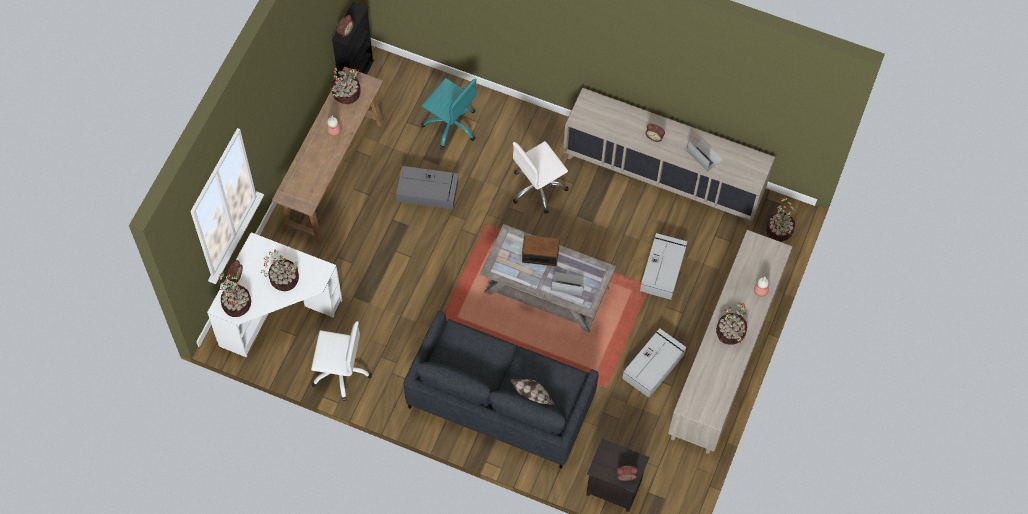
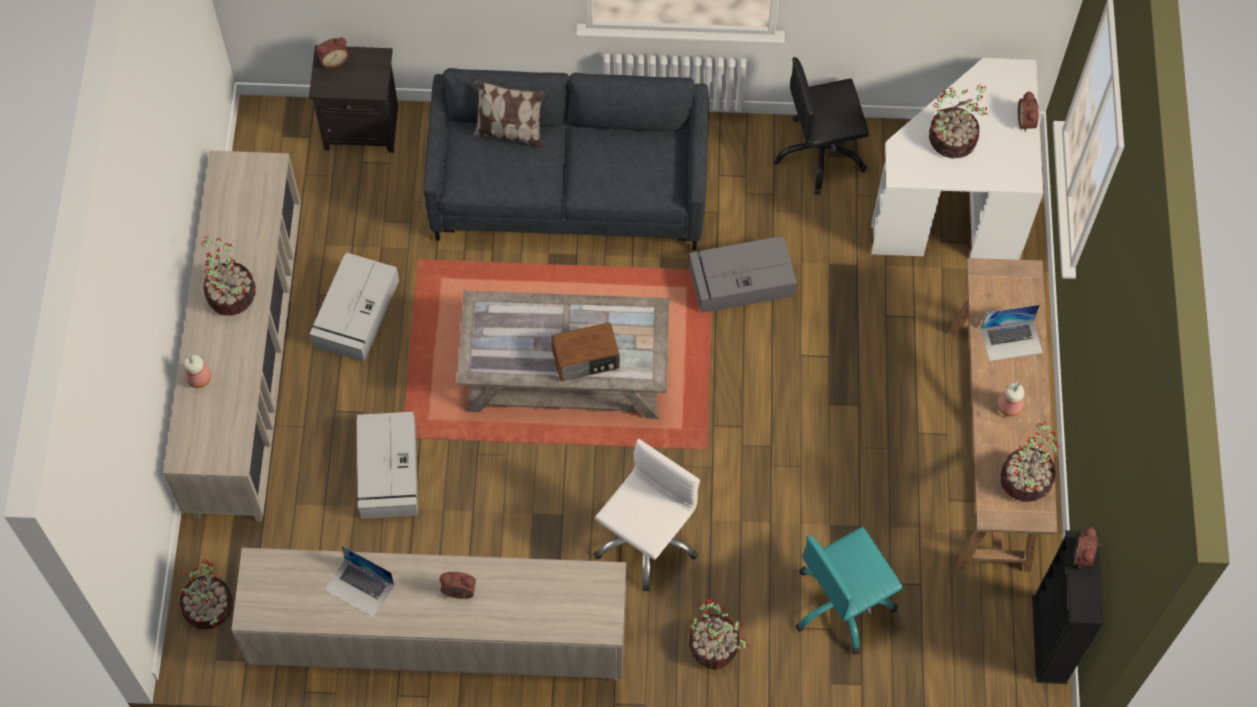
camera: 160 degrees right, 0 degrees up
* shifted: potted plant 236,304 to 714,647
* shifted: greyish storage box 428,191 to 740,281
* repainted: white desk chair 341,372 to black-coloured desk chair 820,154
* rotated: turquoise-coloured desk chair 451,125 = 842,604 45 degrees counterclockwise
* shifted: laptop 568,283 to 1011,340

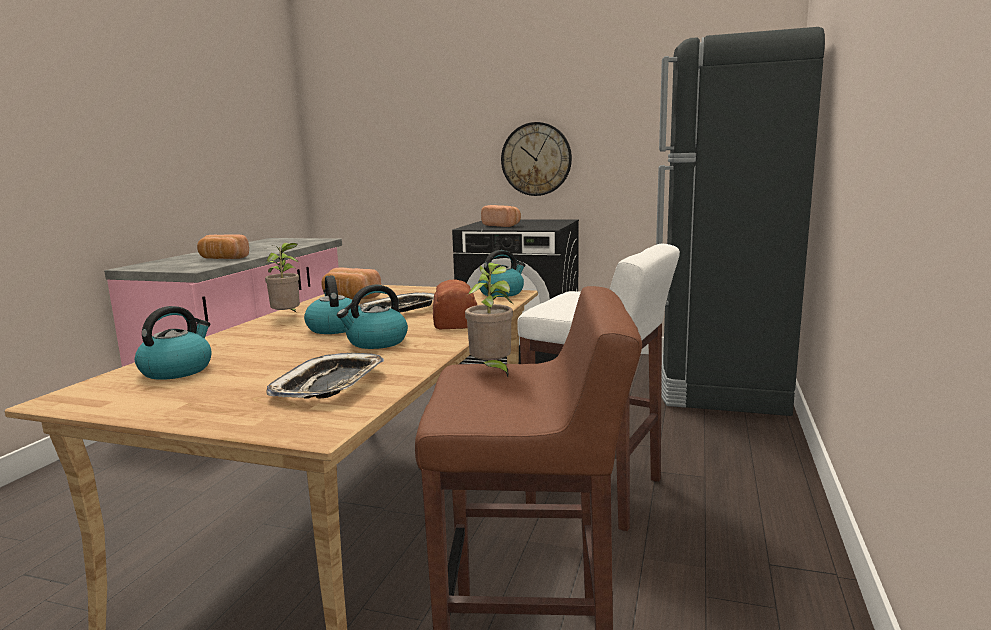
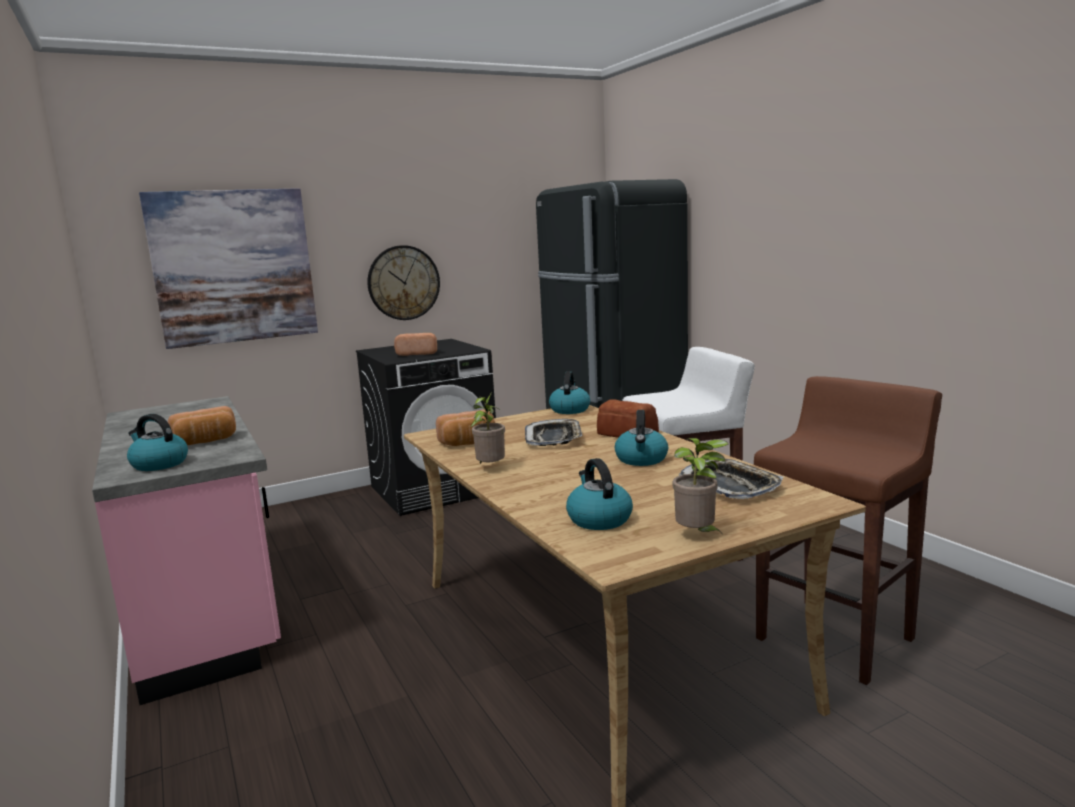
camera: 45 degrees left, 0 degrees up
* shifted: water kettle 334,328 to 158,464
* new: picture 234,266
* shifted: potted plant 492,371 to 698,536

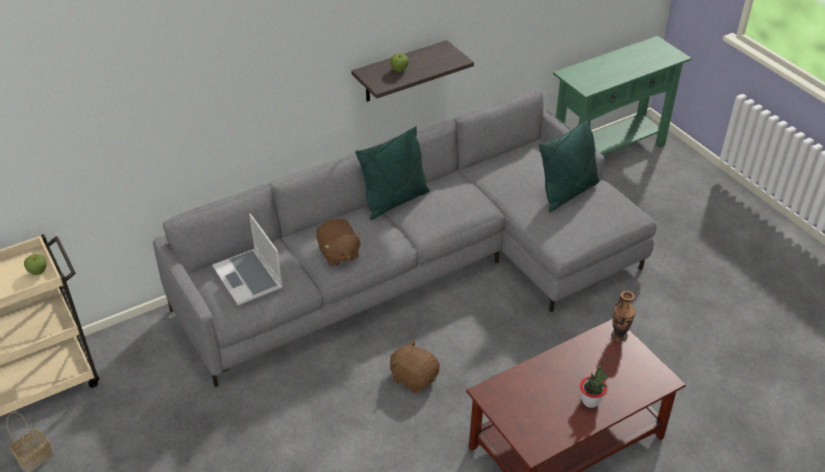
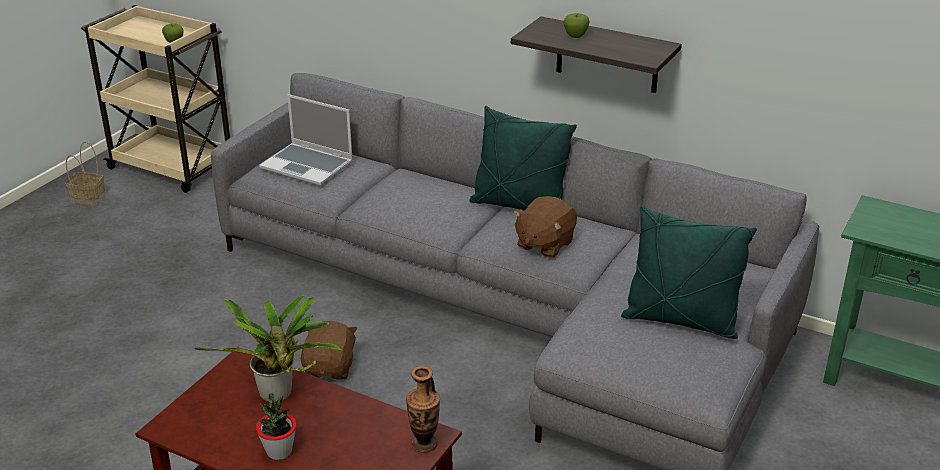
camera: 60 degrees right, 10 degrees down
* new: potted plant 279,397
* rotated: laptop 249,278 = 308,166 90 degrees counterclockwise
* shifted: brown-coloured soft toy 338,254 to 544,244

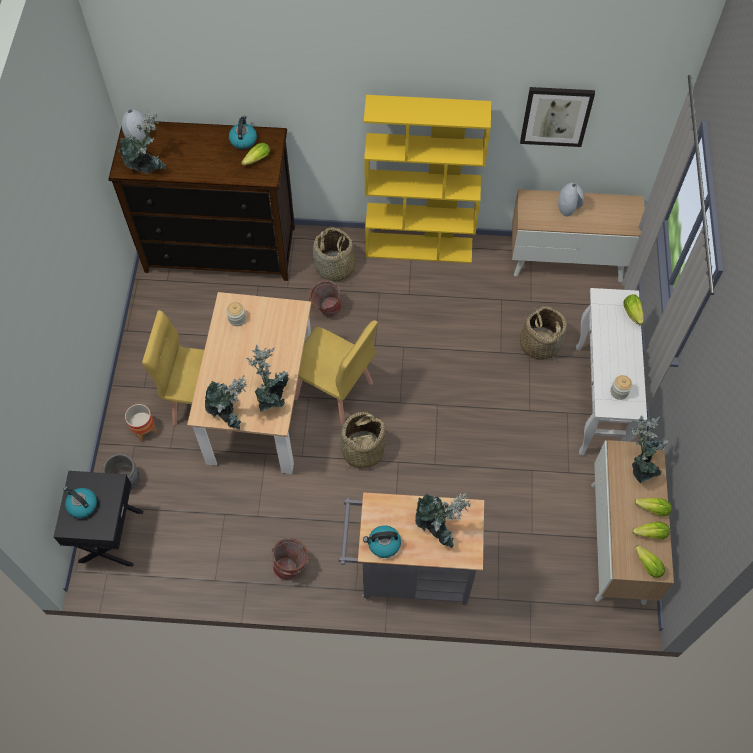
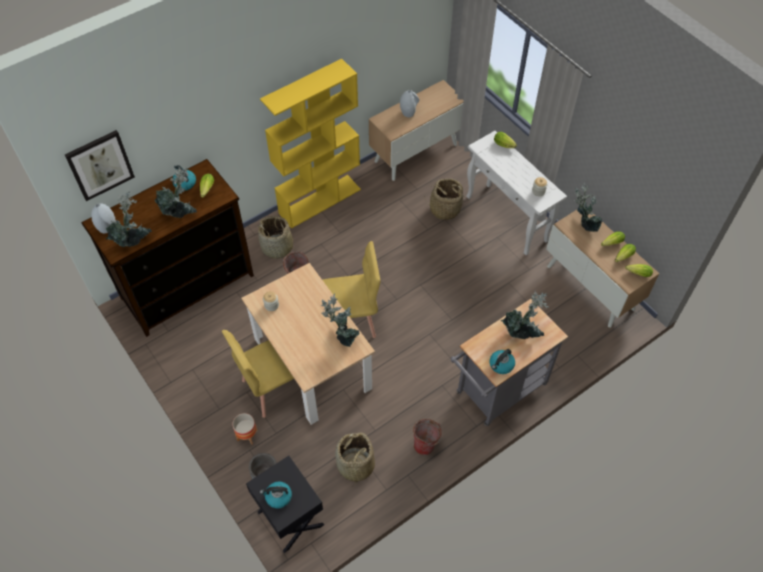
camera: 40 degrees left, 5 degrees down
* shifted: picture 556,116 to 100,165
* shifted: potted plant 229,414 to 180,212
* shifted: storage basket 362,450 to 355,465

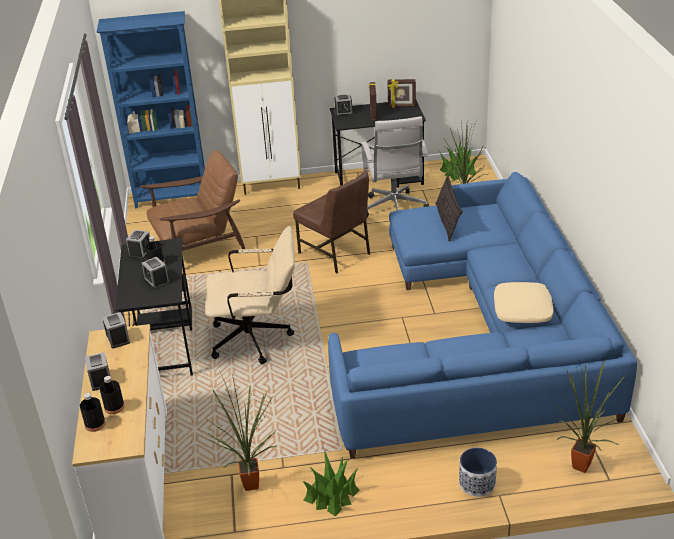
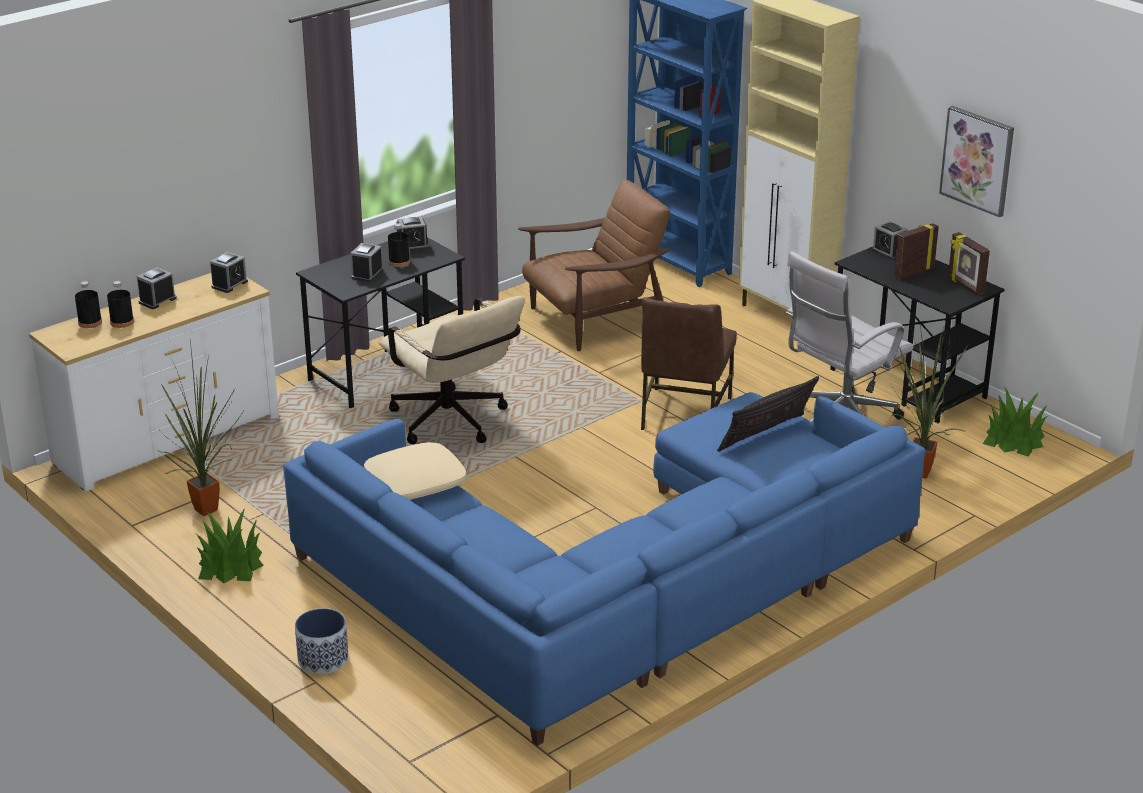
camera: 55 degrees right, 5 degrees down
* shifted: sand-coloured pillow 523,309 to 415,483
* rotated: brown-coloured armchair 199,246 = 595,319 60 degrees counterclockwise
* new: picture 977,160
* gone: potted plant 578,465

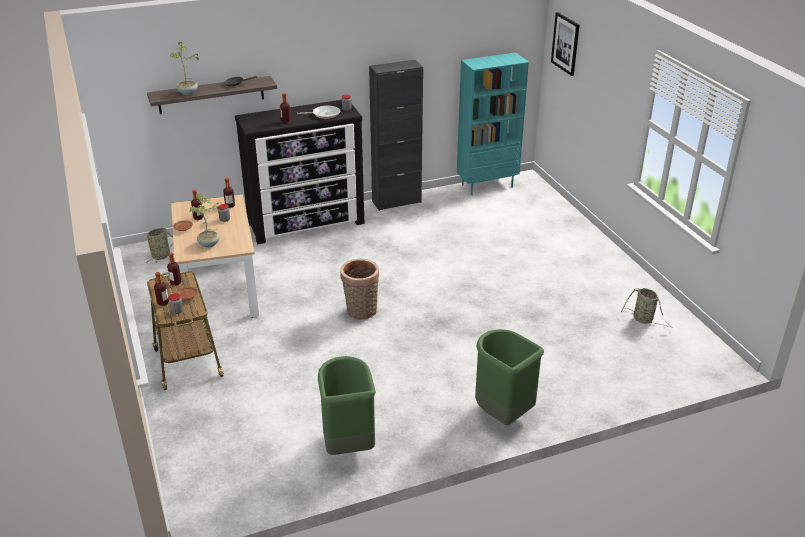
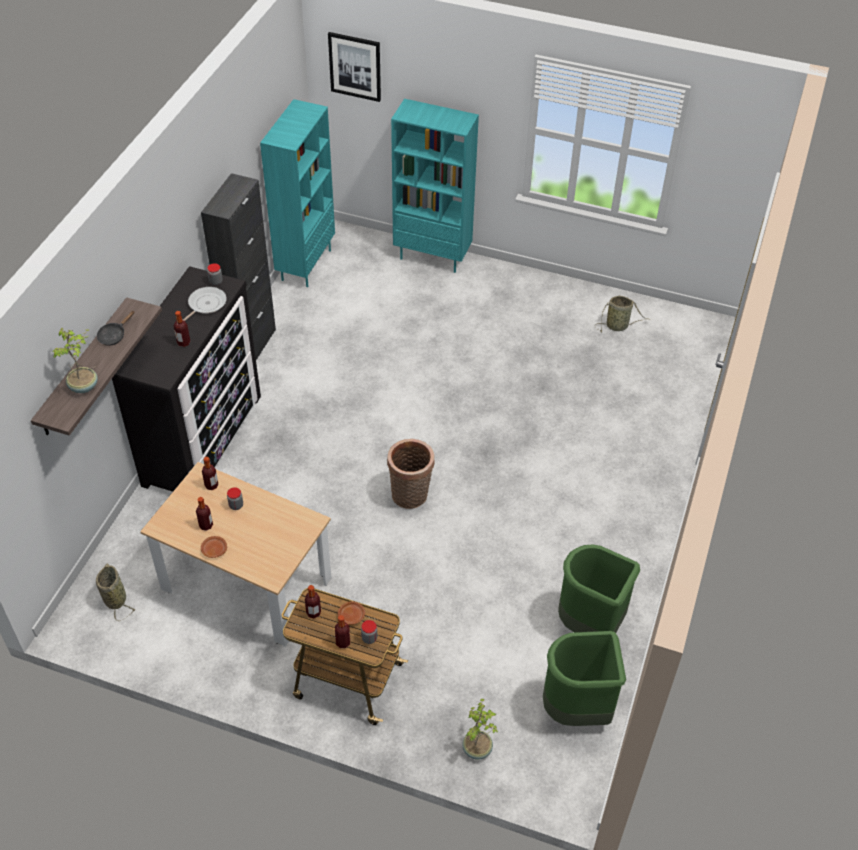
camera: 50 degrees left, 15 degrees up
* new: turquoise-coloured bookcase 433,256
* shifted: potted plant 209,244 to 478,749
* shifted: green waste bin 502,414 to 577,710

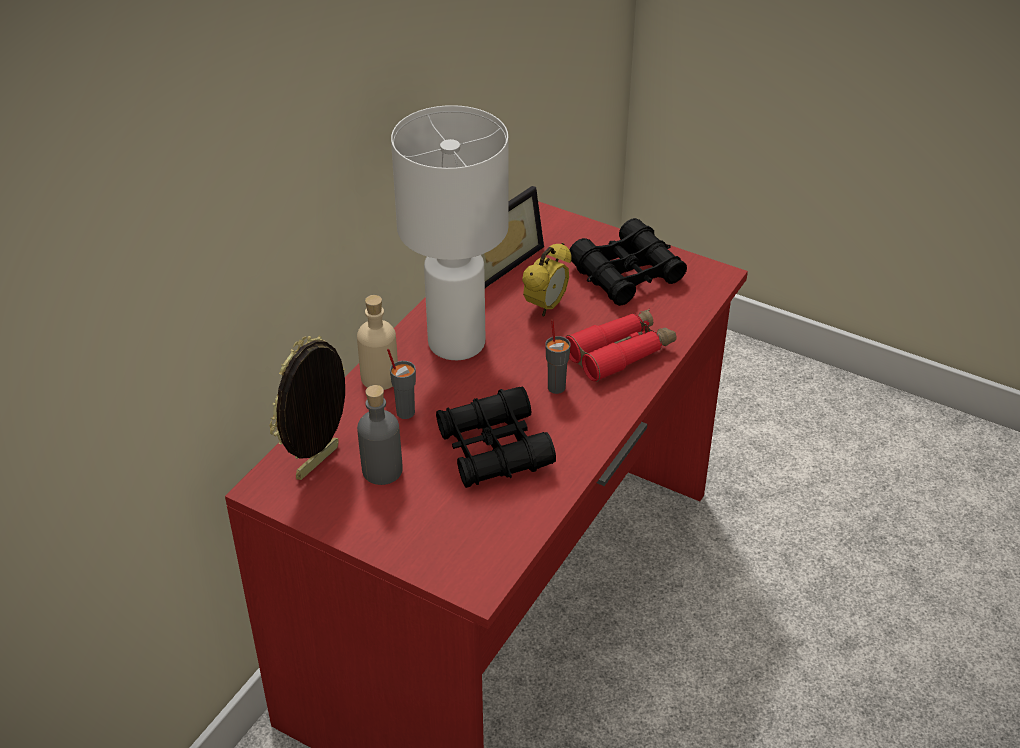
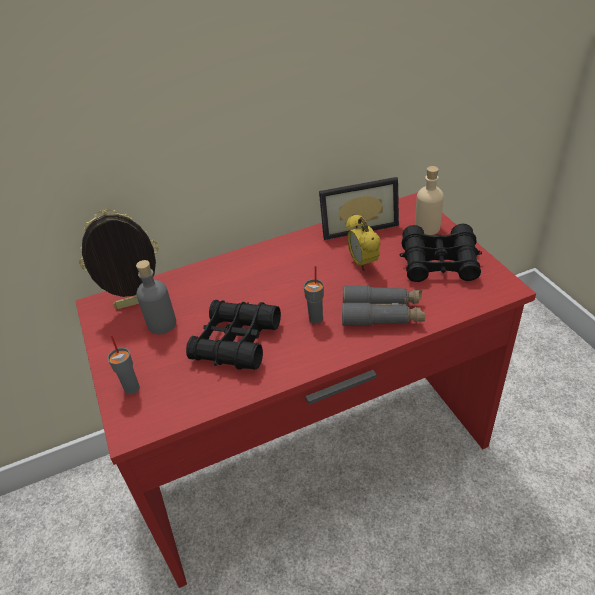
camera: 40 degrees right, 0 degrees up
* shifted: greyish cup 405,412 to 132,387
* repainted: reddish field glasses 621,353 to greyish field glasses 382,314
* rotated: bedside clock 546,307 = 362,263 90 degrees clockwise
* shifted: sand-coloured bottle 379,378 to 427,228
* gone: white lamp for a table 458,343

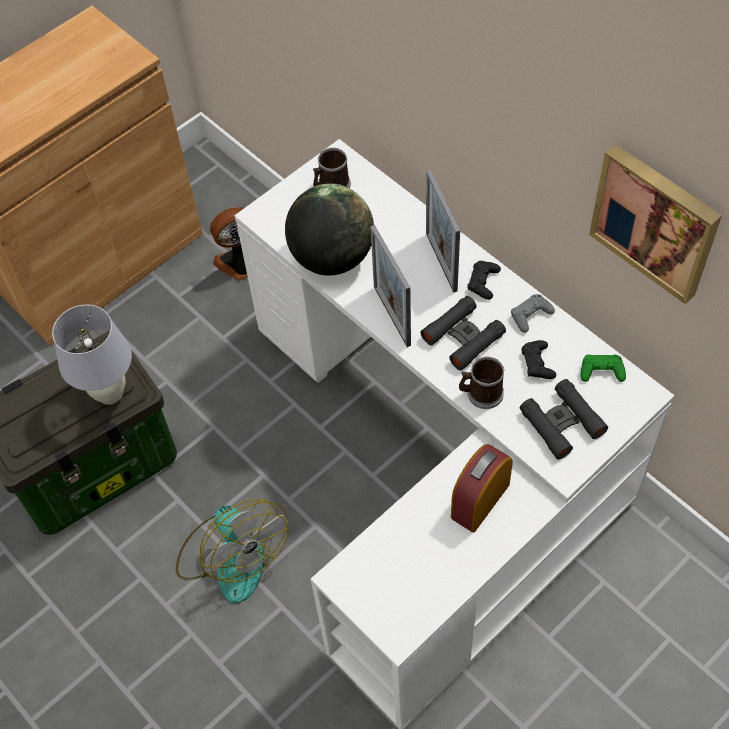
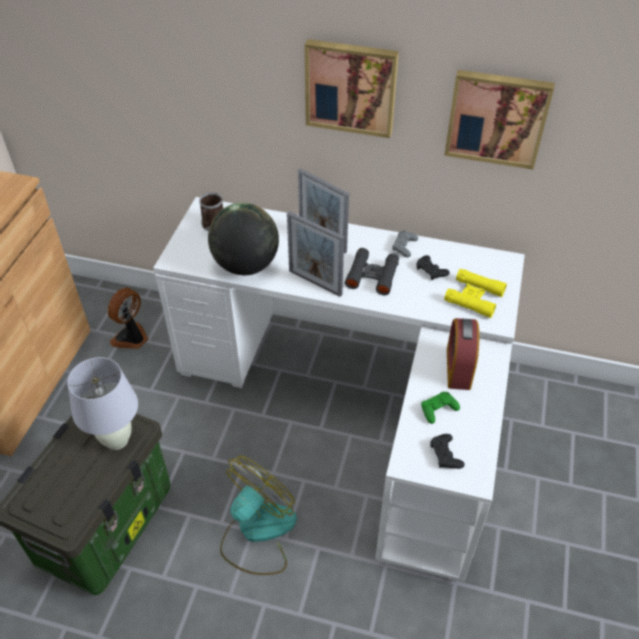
camera: 35 degrees left, 10 degrees down
* rotated: electric fan 232,556 = 257,532 75 degrees counterclockwise
* new: picture 351,87
* shifted: green joypad 601,371 to 438,409
* shifted: black-coloured joypad 483,282 to 445,455
* repainted: black-coloured field glasses 562,423 to yellow field glasses 474,297
* gone: mug 481,393

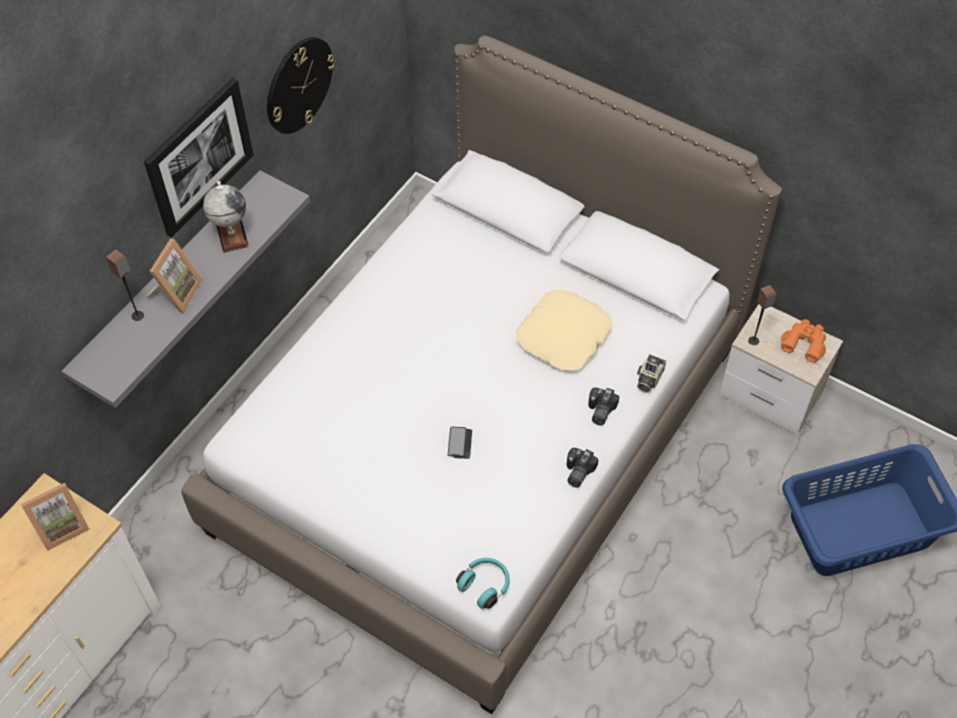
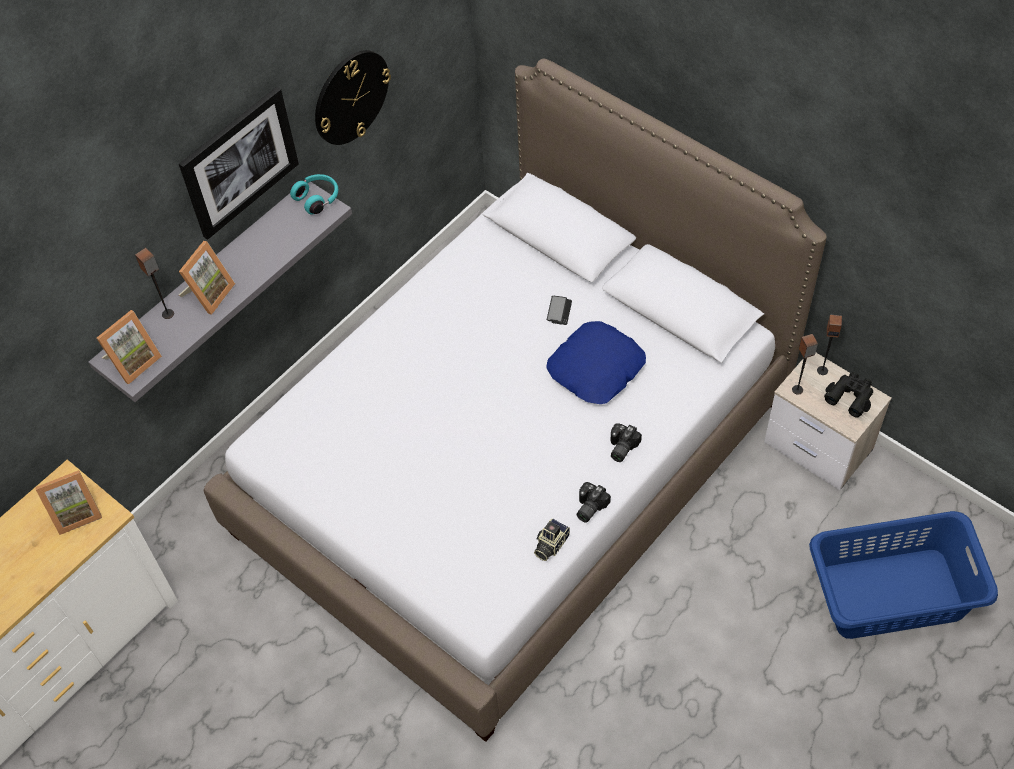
camera: 10 degrees right, 0 degrees up
* new: standing frame 133,361
* shifted: turquoise-coloured headphones 485,585 to 318,198
* shifted: photo camera 648,379 to 550,544
* repainted: sand-coloured pillow 564,336 to blue pillow 596,369
* shifted: telephone 460,443 to 559,311
* new: speaker 822,370
* repainted: orange-coloured field glasses 804,342 to black-coloured field glasses 850,396
* gone: desk globe 232,235

